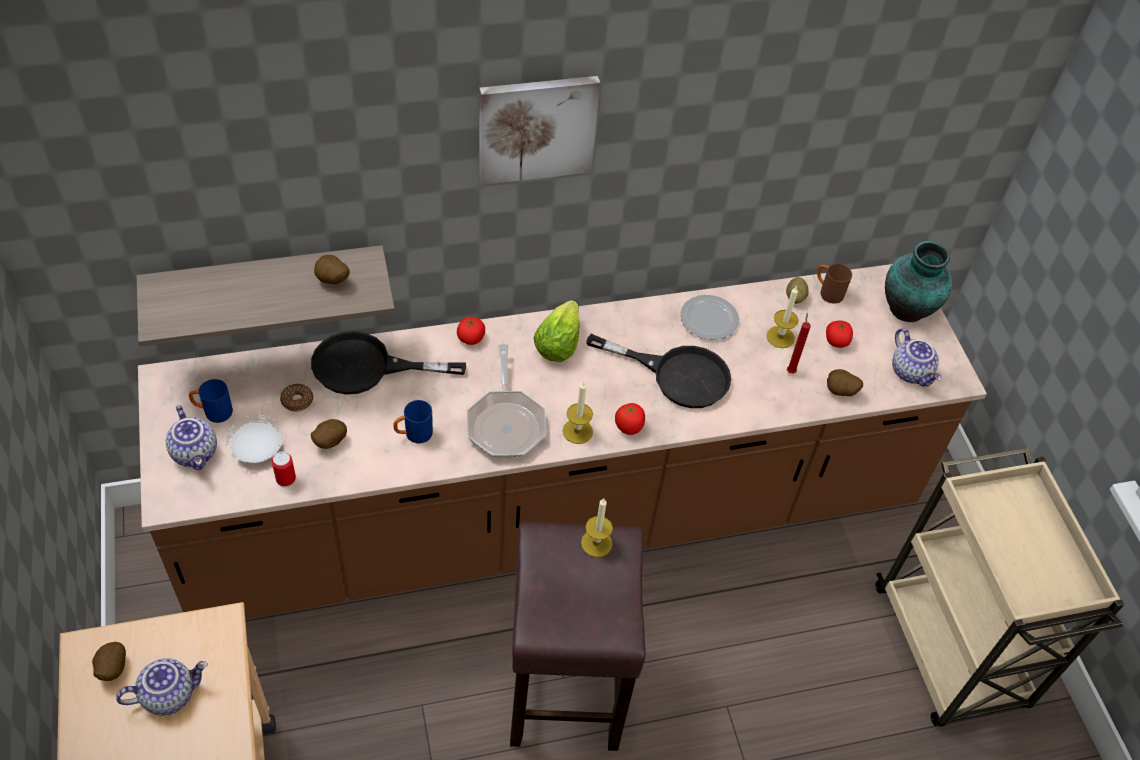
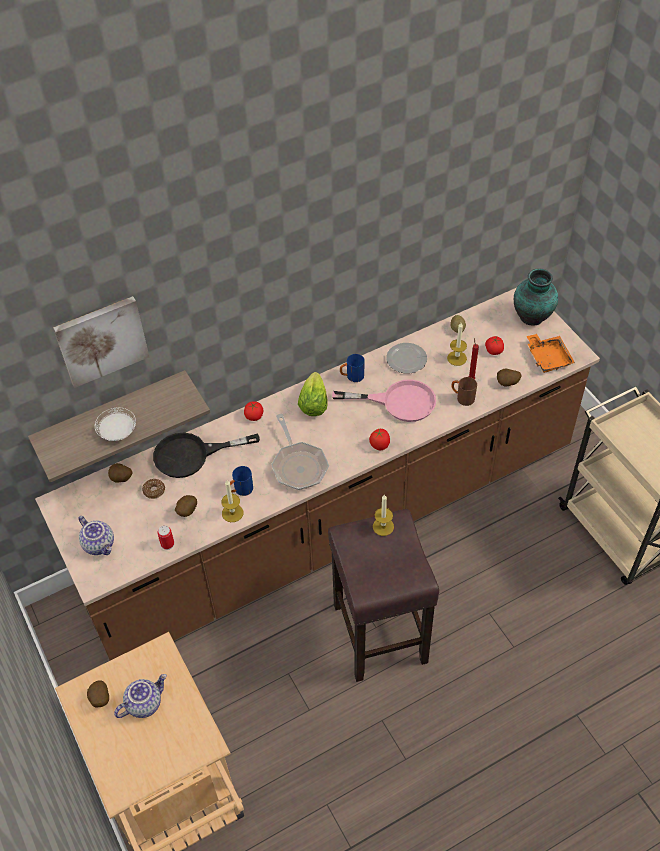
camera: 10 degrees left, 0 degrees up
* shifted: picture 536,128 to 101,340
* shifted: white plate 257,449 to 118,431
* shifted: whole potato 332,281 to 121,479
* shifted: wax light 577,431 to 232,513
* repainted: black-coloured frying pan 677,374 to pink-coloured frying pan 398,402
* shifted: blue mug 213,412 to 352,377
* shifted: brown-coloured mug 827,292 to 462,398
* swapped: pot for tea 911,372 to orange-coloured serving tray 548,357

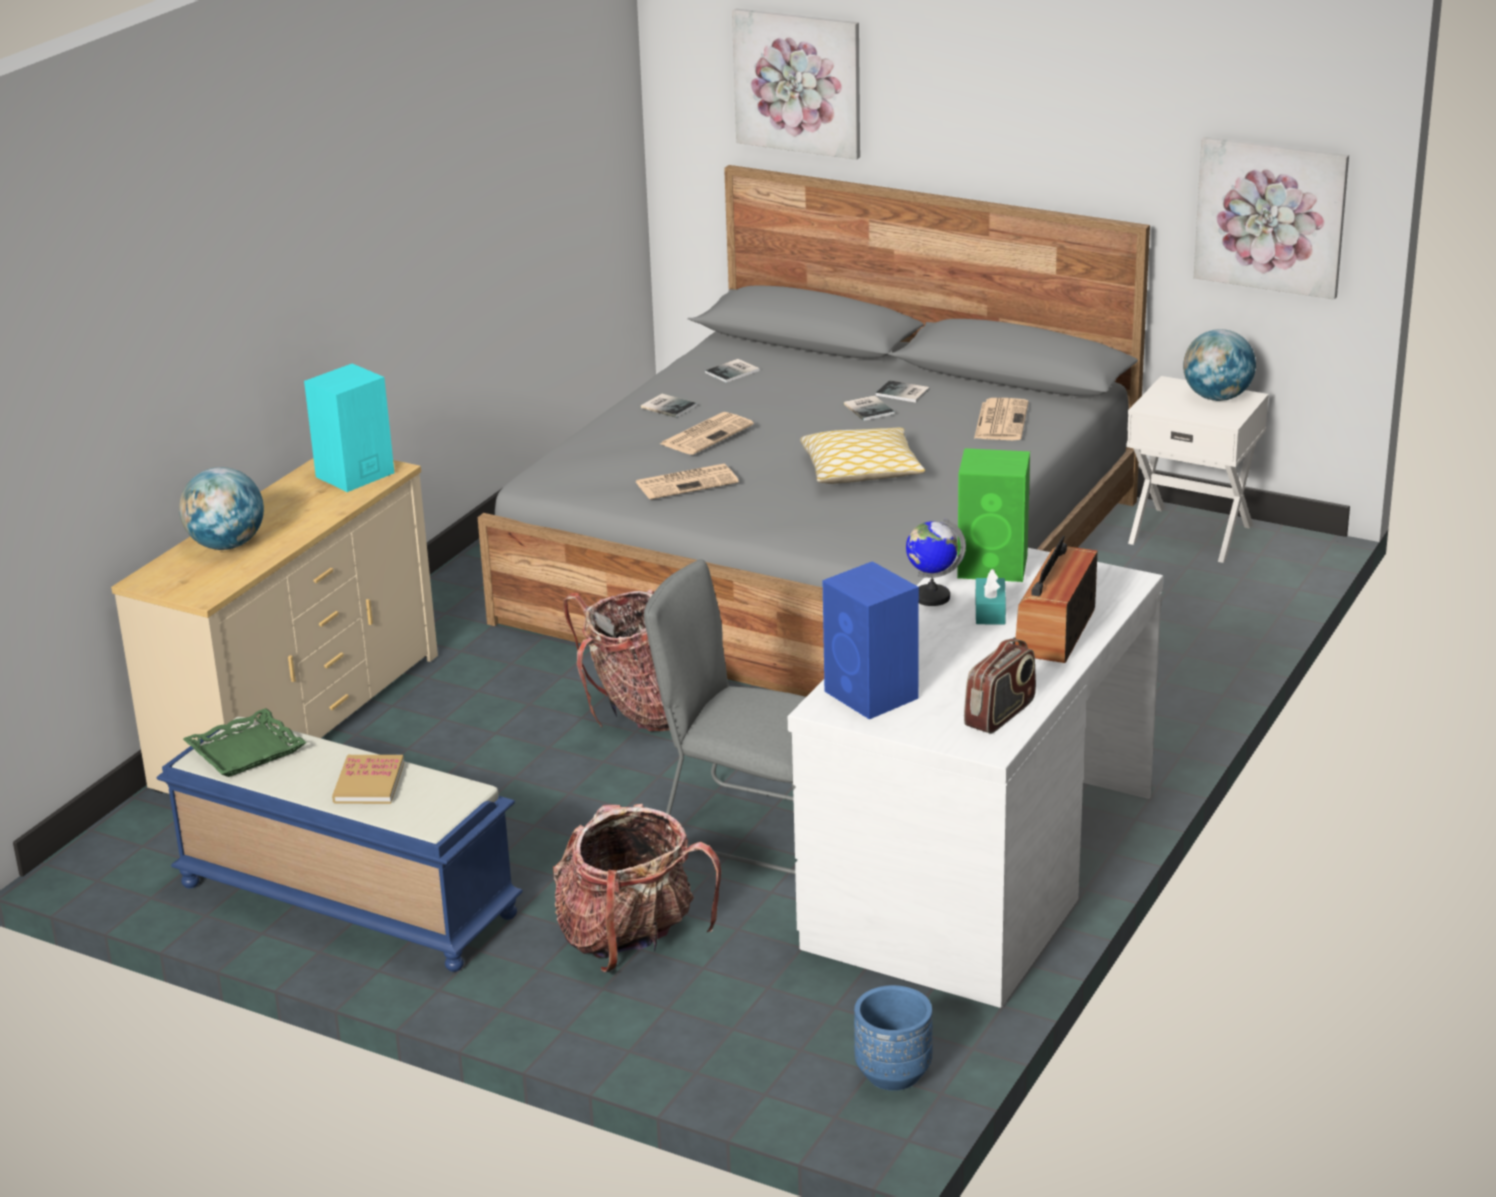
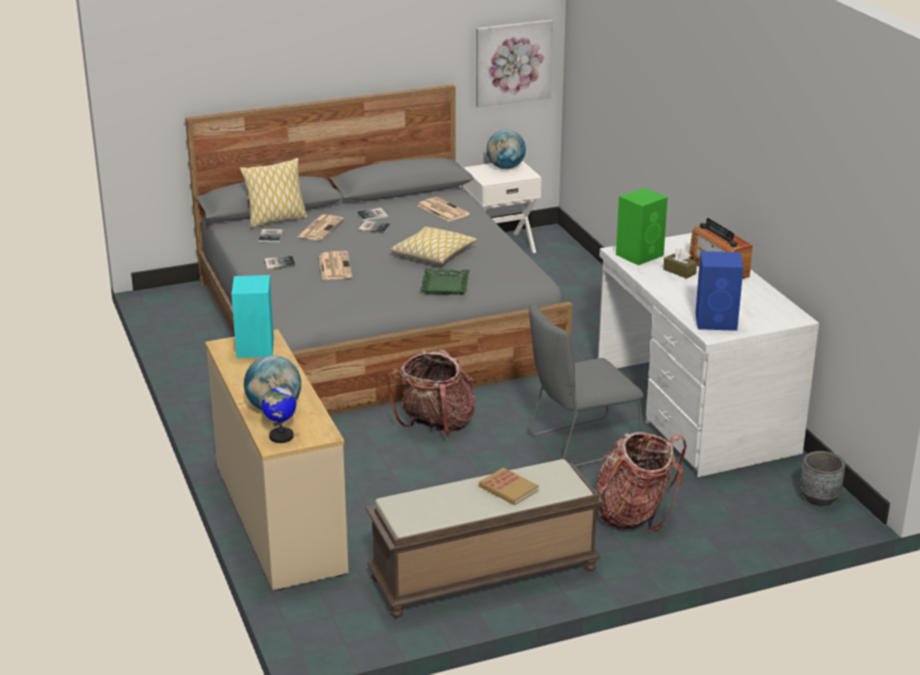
camera: 50 degrees left, 0 degrees up
* new: pillow 276,220
* shifted: desk globe 931,597 to 281,436
* shifted: daily paper 687,482 to 320,228
* repainted: blue long seat 344,900 to brown-coloured long seat 483,575
* shifted: green serving tray 246,751 to 445,286
* repainted: turquoise-coloured tissue holder 990,611 to brown-coloured tissue holder 679,271
* repainted: blue planter 893,1073 to greyish planter 819,498
* gone: picture 798,82
* gone: radio receiver 1000,714

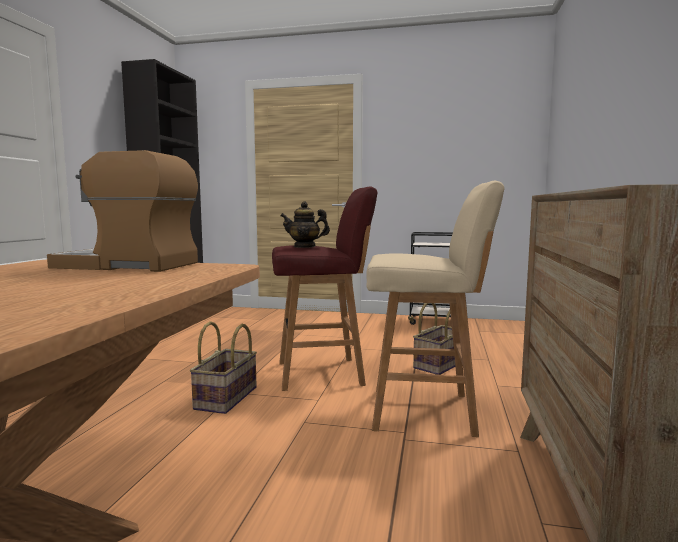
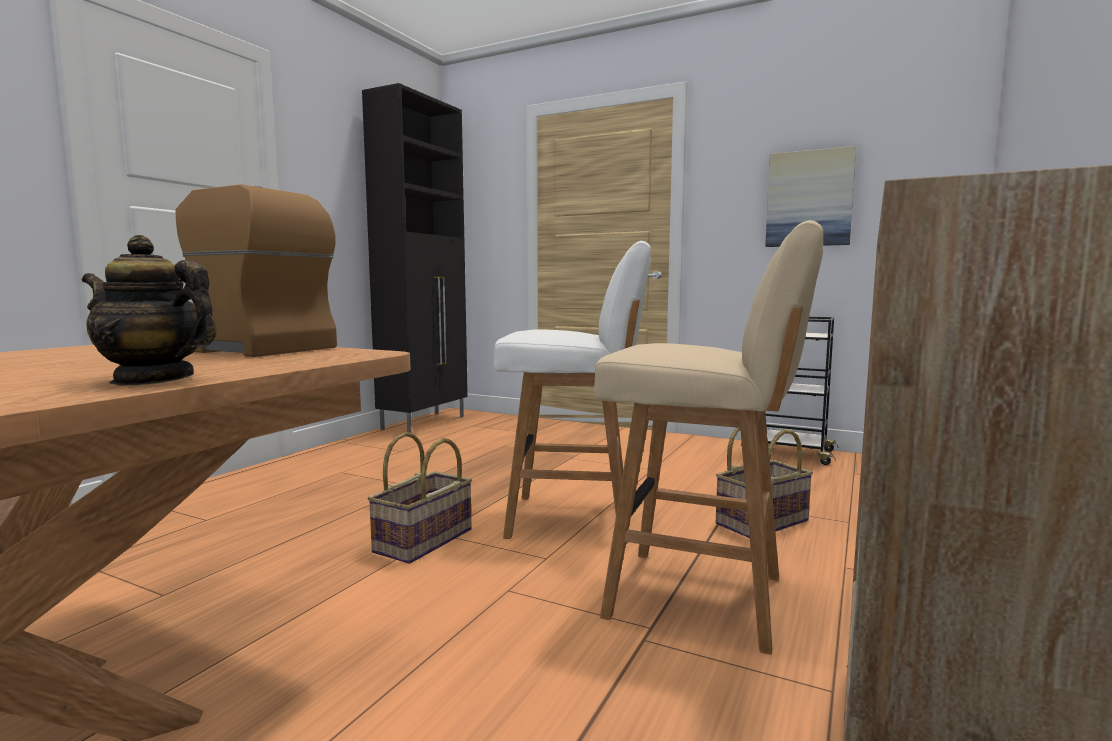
camera: 15 degrees right, 0 degrees up
* shifted: pot for tea 305,246 to 153,380
* repainted: reddish stool seat 322,373 to white stool seat 574,518
* new: picture 809,199

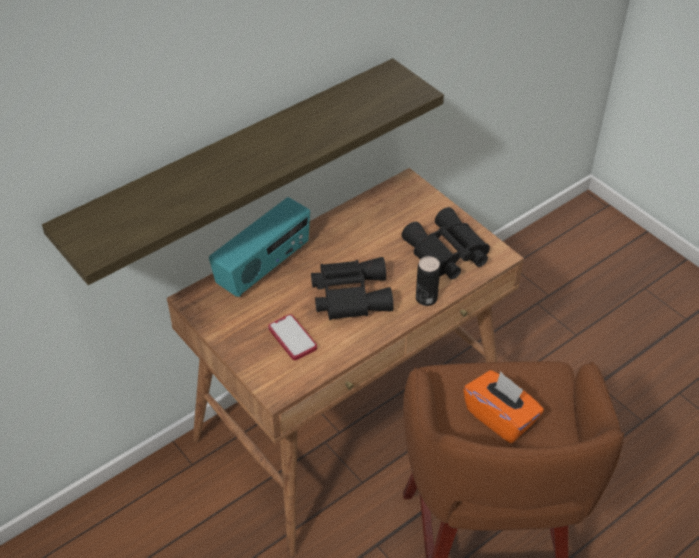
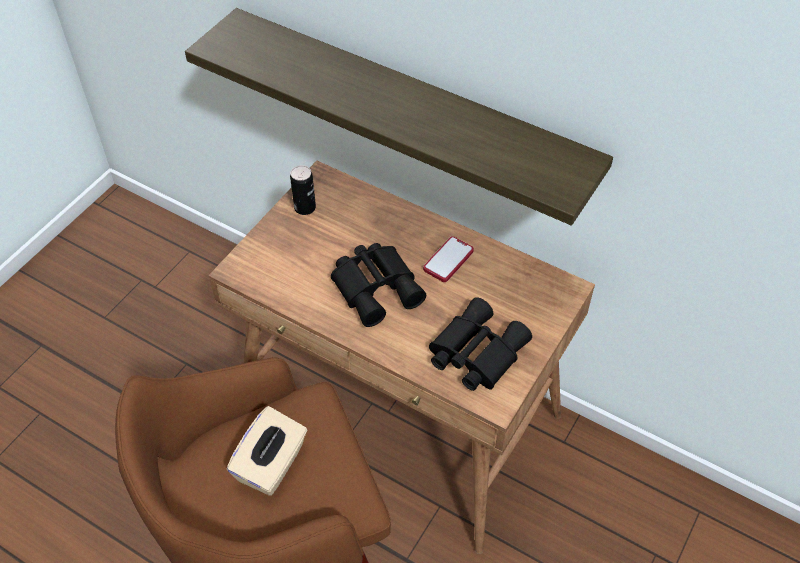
camera: 70 degrees right, 5 degrees up
* repainted: orange-coloured tissue holder 500,417 to sand-coloured tissue holder 272,464
* shifted: sealed can 426,298 to 305,208
* shifted: telephone 292,338 to 448,260
* gone: radio receiver 264,268

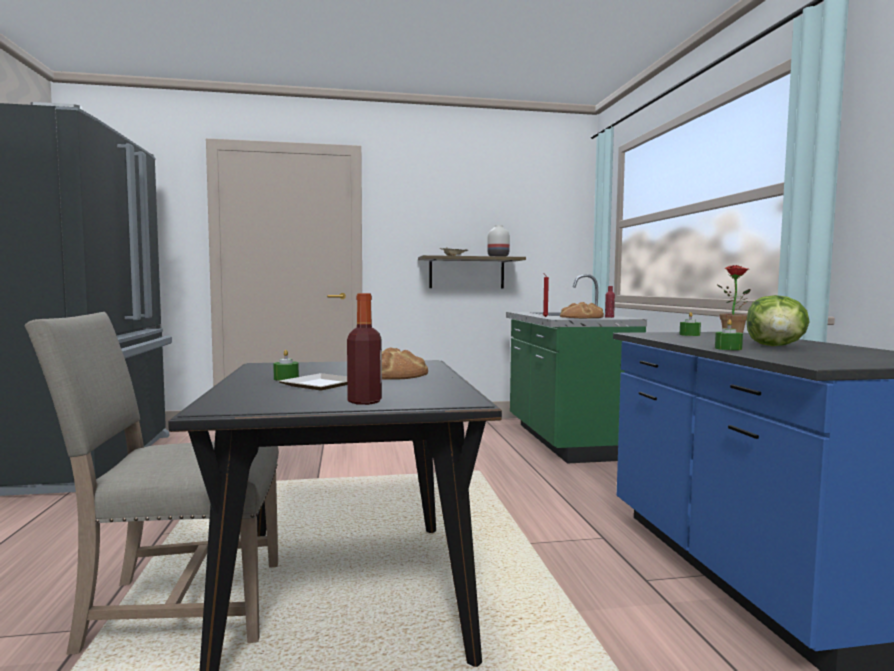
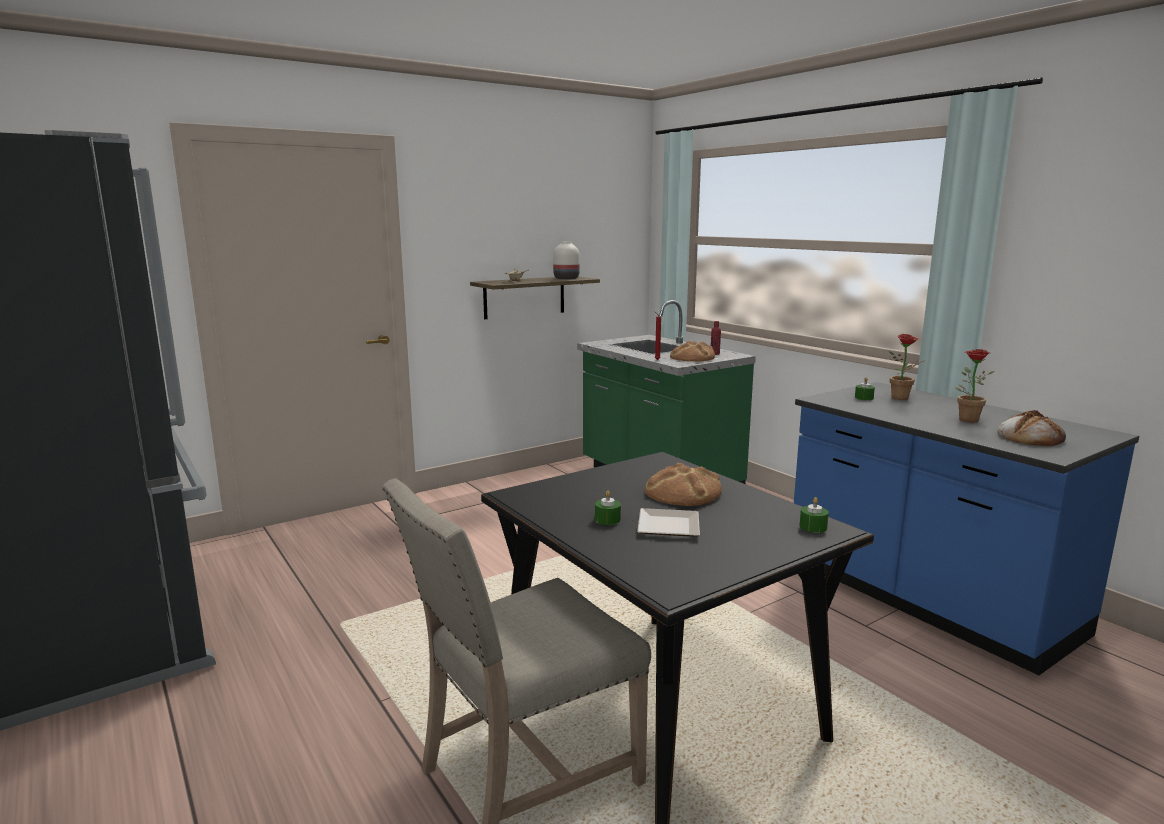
camera: 25 degrees left, 10 degrees up
* shifted: green wax light 728,348 to 813,527
* swapped: lettuce head 775,346 to potted plant 966,419
* new: bread 1029,437
* gone: bottle 364,401

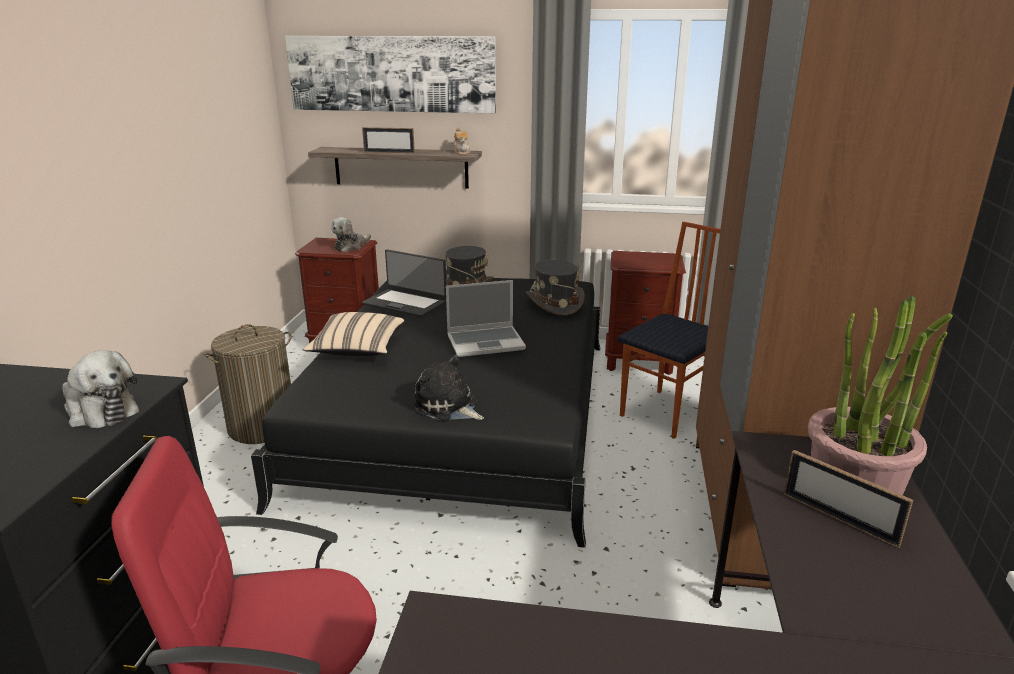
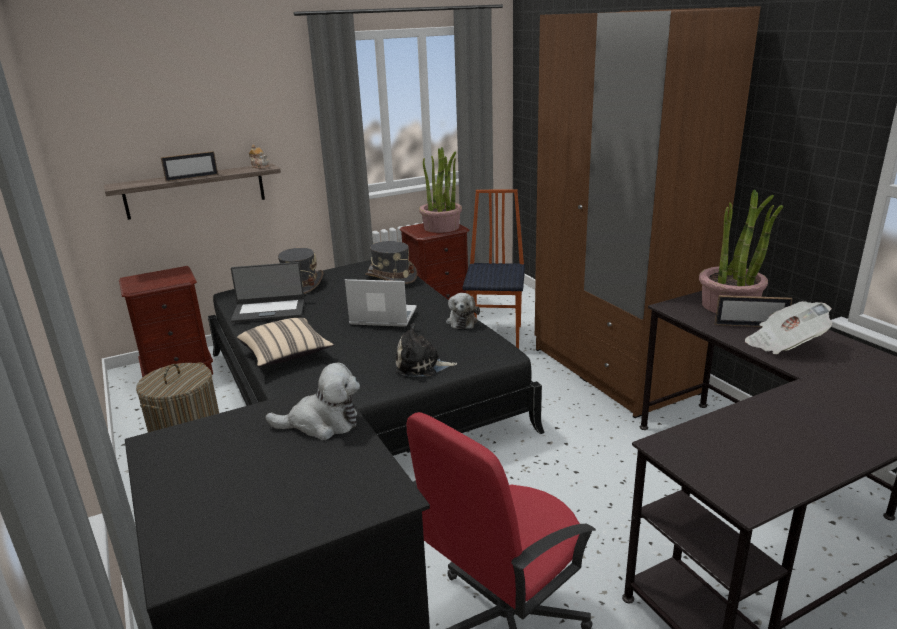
camera: 35 degrees left, 0 degrees up
* rotated: laptop 486,342 = 382,317 120 degrees counterclockwise
* new: potted plant 441,227
* shifted: soft toy 351,246 to 462,321
* new: daily paper 784,344
* gone: picture 391,74

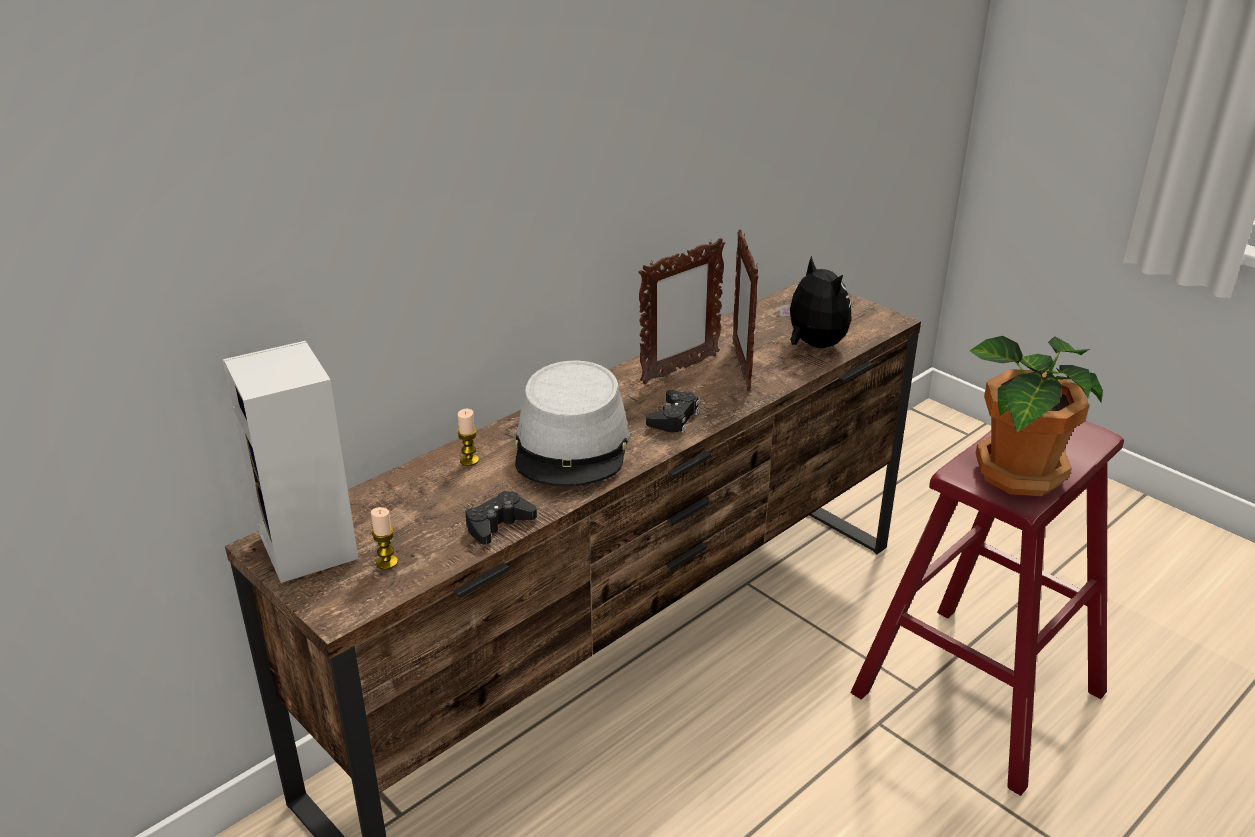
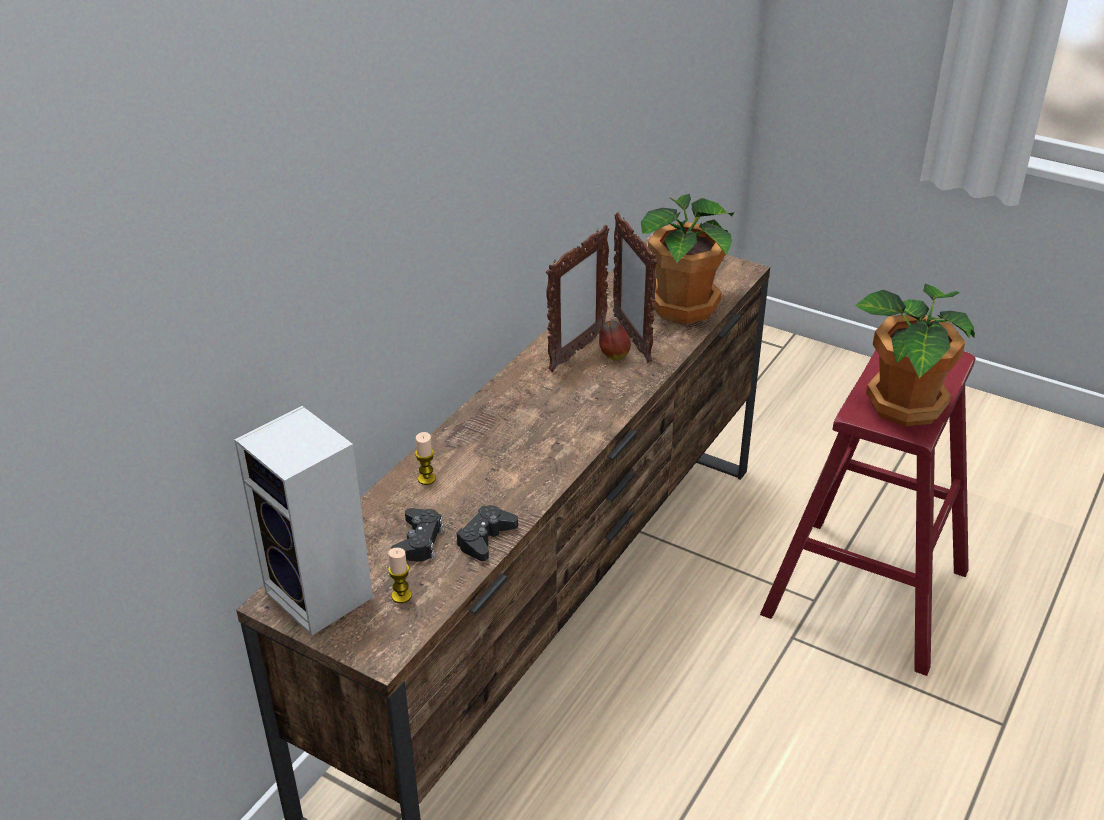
camera: 15 degrees left, 5 degrees up
* shifted: black-coloured joypad 674,418 to 419,541
* new: whole apple 613,356
* swapped: soft toy 813,345 to potted plant 686,306
* gone: greyish wearable hat 572,445

